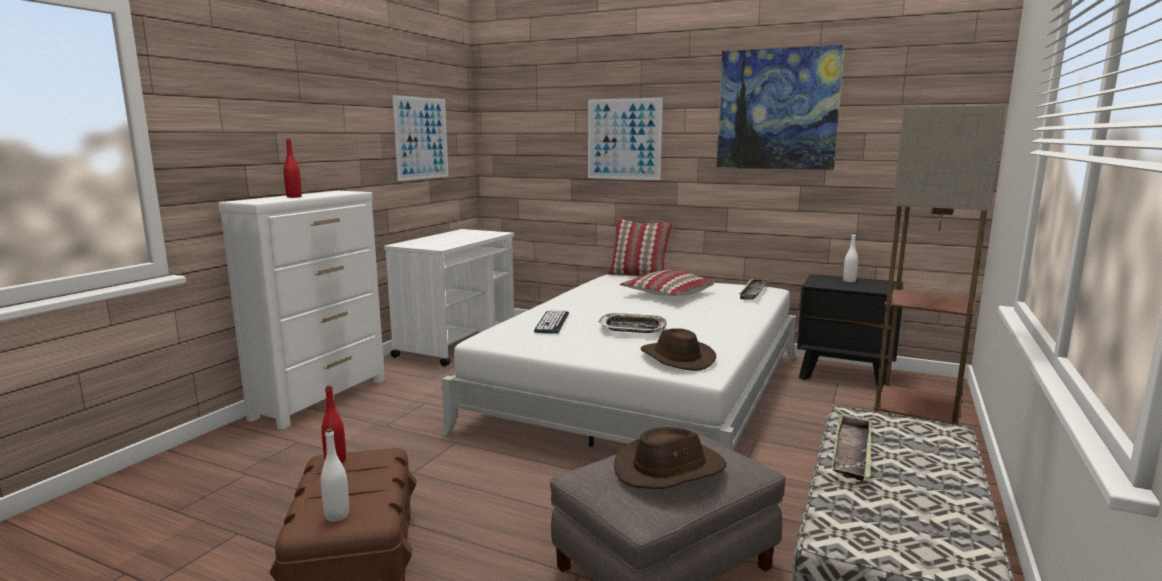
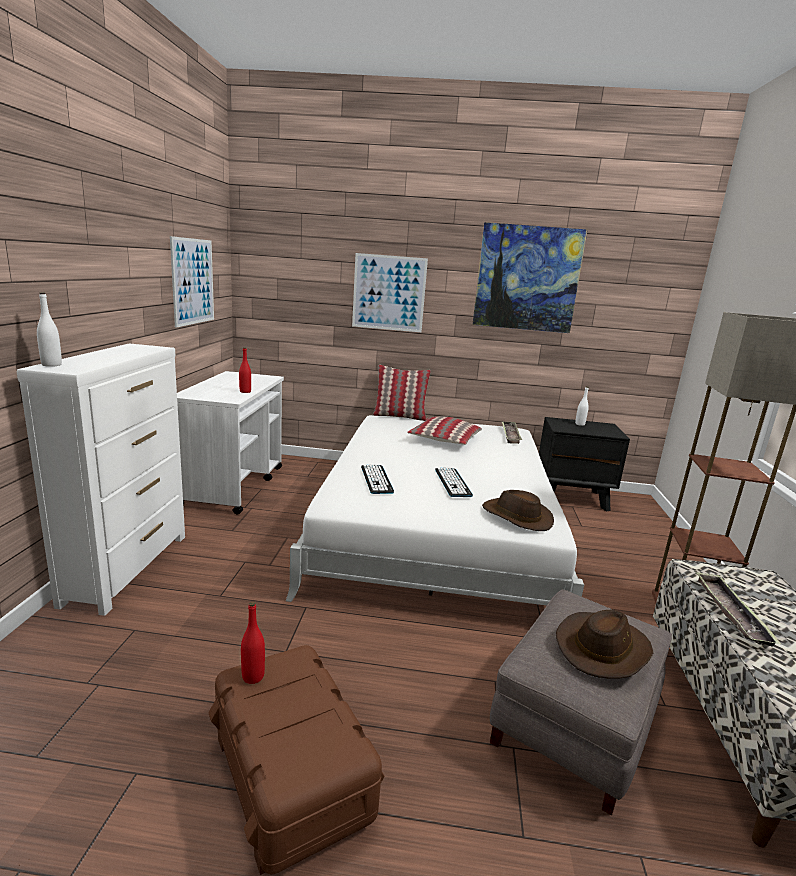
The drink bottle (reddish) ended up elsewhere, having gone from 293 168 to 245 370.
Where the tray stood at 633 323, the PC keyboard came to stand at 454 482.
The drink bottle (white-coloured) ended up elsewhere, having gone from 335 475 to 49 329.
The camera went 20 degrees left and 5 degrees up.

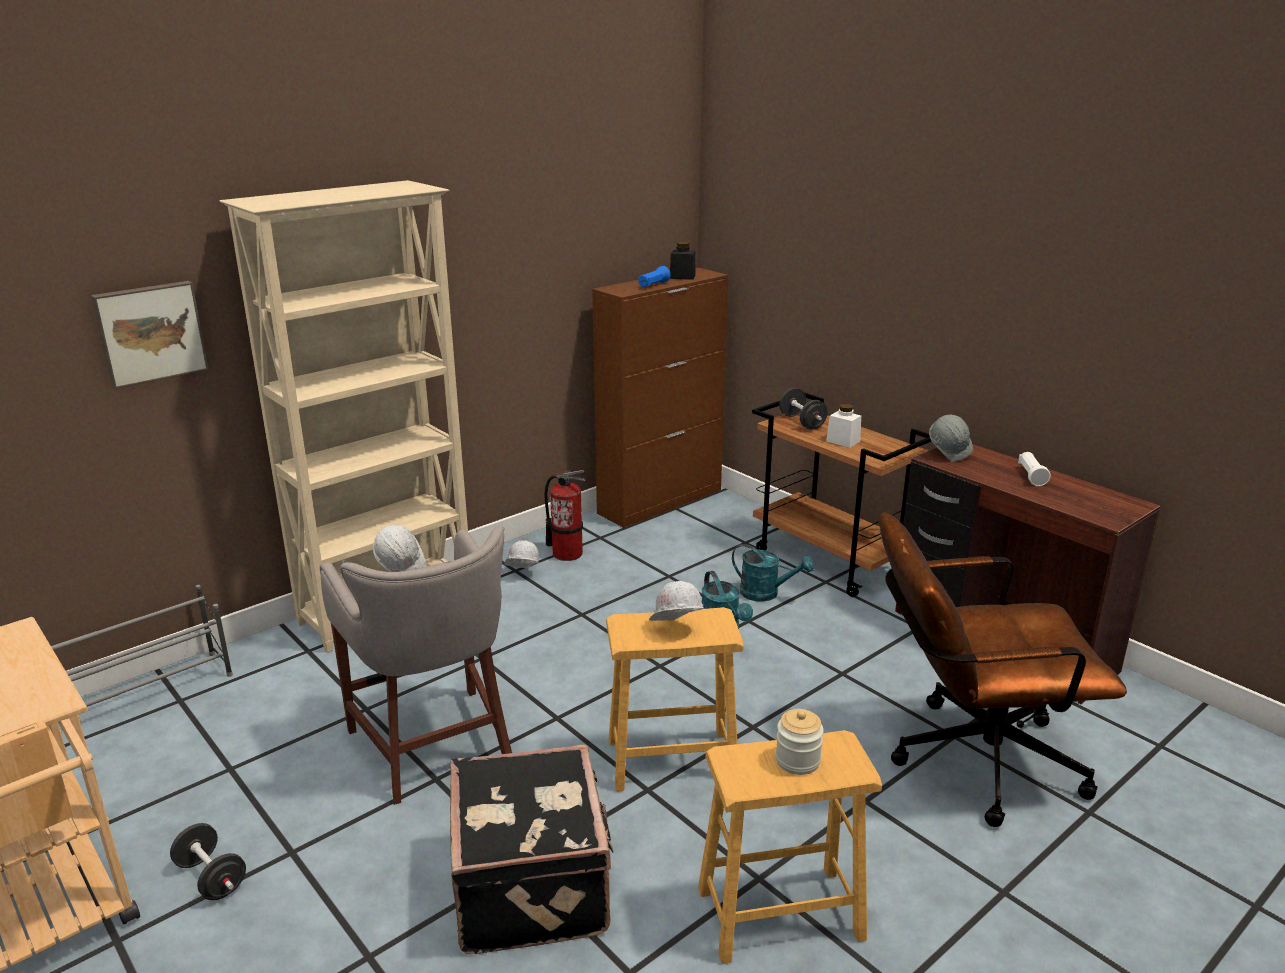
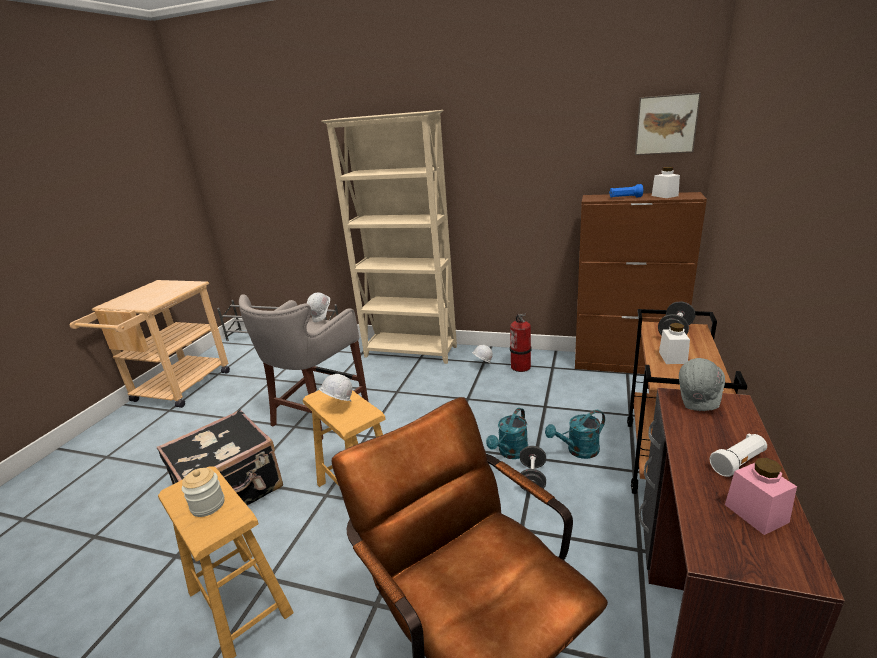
What was the jar (blackish) at 683 261 turned into the jar (white-coloured) at 666 182.
The wall picture ended up elsewhere, having gone from 150 335 to 668 124.
The sprinkling can (blue-green) at 773 573 ended up facing another way, 75 degrees clockwise from before.
The free weight (blackish) ended up elsewhere, having gone from 208 861 to 533 469.
The second view gained the jar (pink) at 761 496.
The camera went 60 degrees right and 0 degrees up.

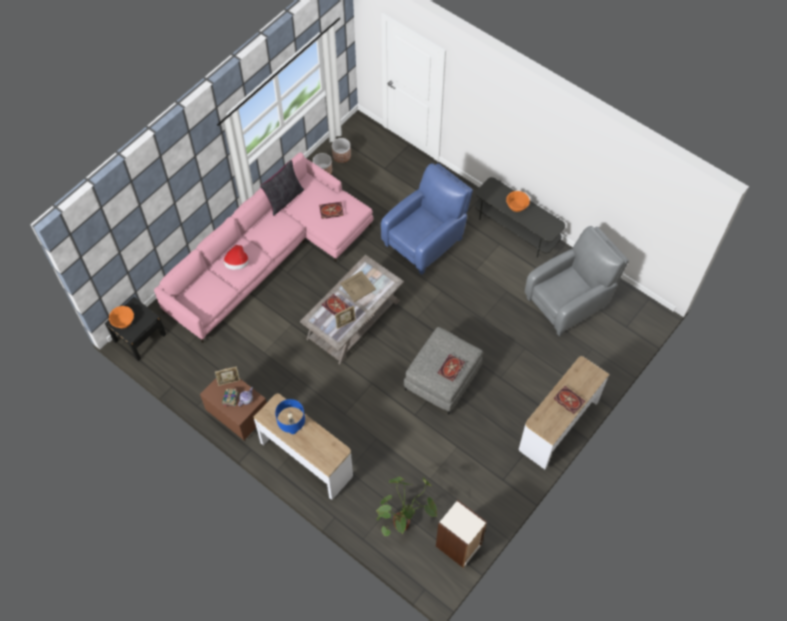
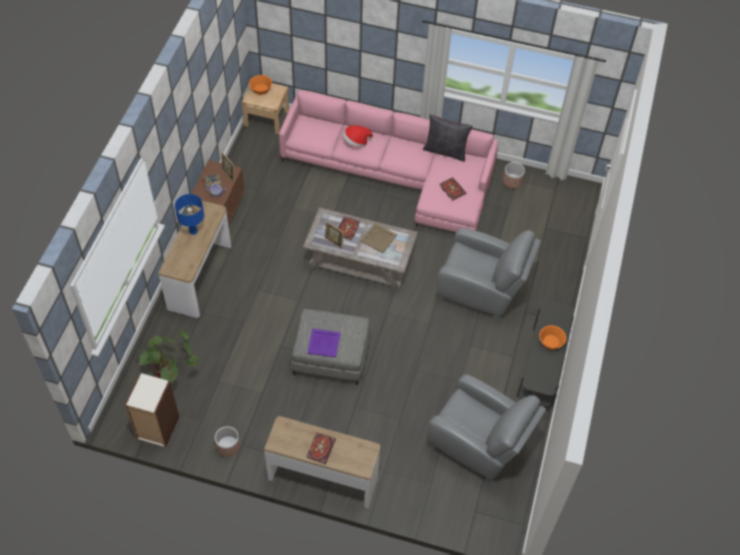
The plant pot ended up elsewhere, having gone from 341 150 to 227 441.
What was the armchair (blue-coloured) at 427 219 turned into the armchair (gray) at 488 275.
What was the nightstand (blackish) at 135 329 turned into the nightstand (beige-coloured) at 265 108.
Where the book stood at 451 368, the tray (purple-coloured) came to stand at 324 343.
The camera went 65 degrees right and 5 degrees down.

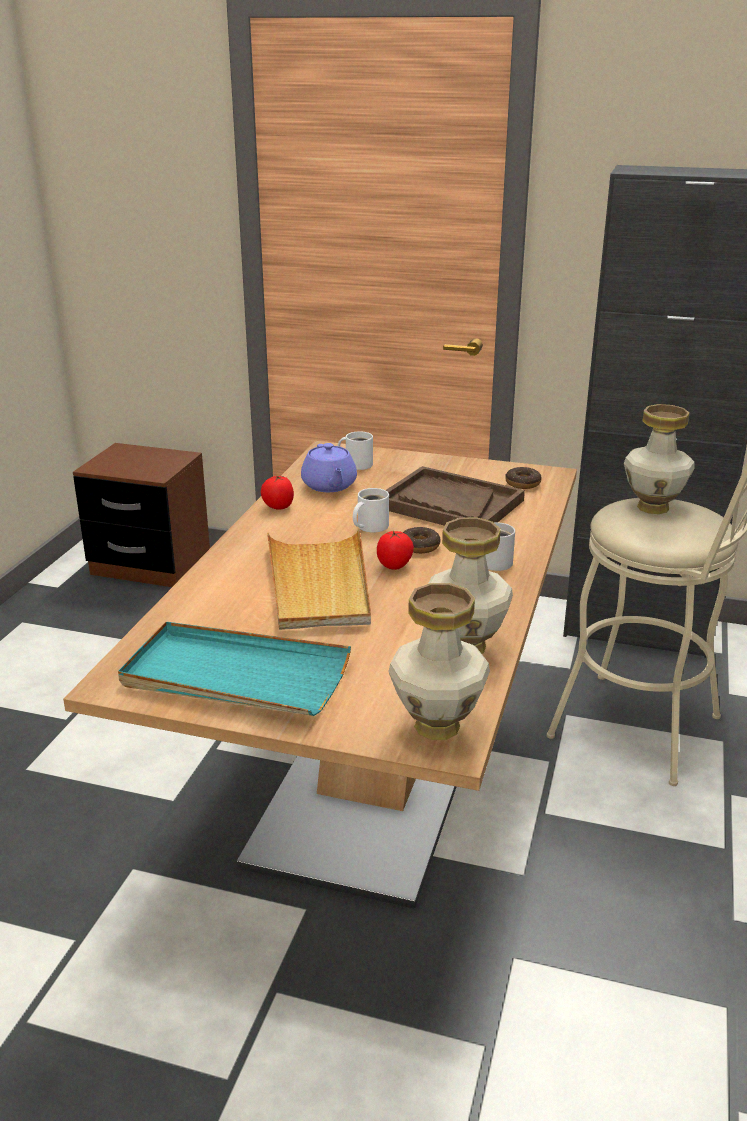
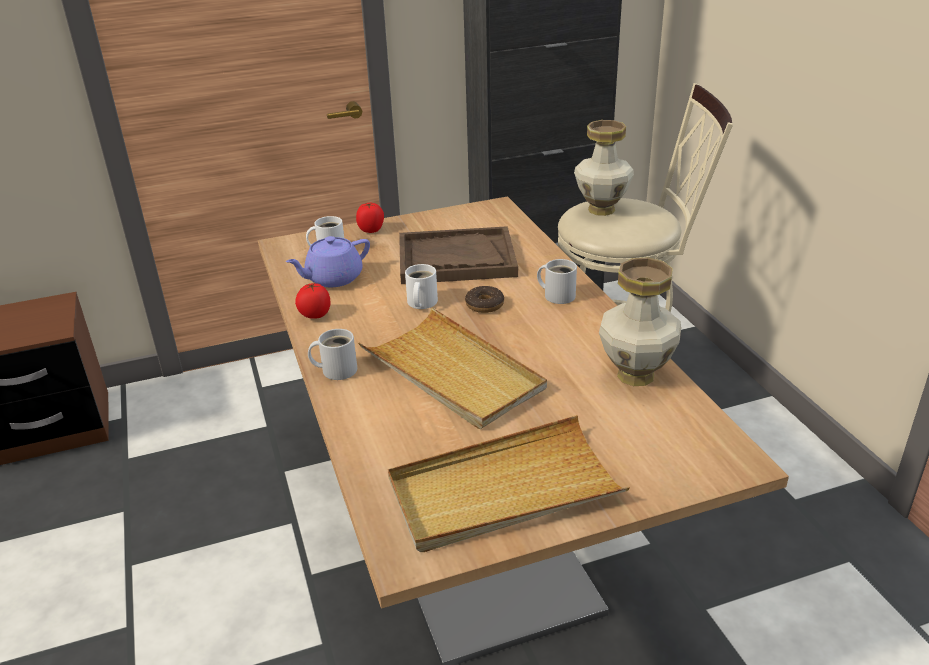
The pot for tea (purple-coloured) at 329 467 ended up facing another way, 105 degrees clockwise from before.
The second view lost the donut at 523 478.
The whole tomato ended up elsewhere, having gone from 395 550 to 370 218.
The second view lost the vase at 439 661.
What was the tray (blue-green) at 234 669 turned into the tray (beige-coloured) at 509 483.
The second view gained the mug (white-coloured) at 332 354.
The camera went 35 degrees left and 5 degrees up.

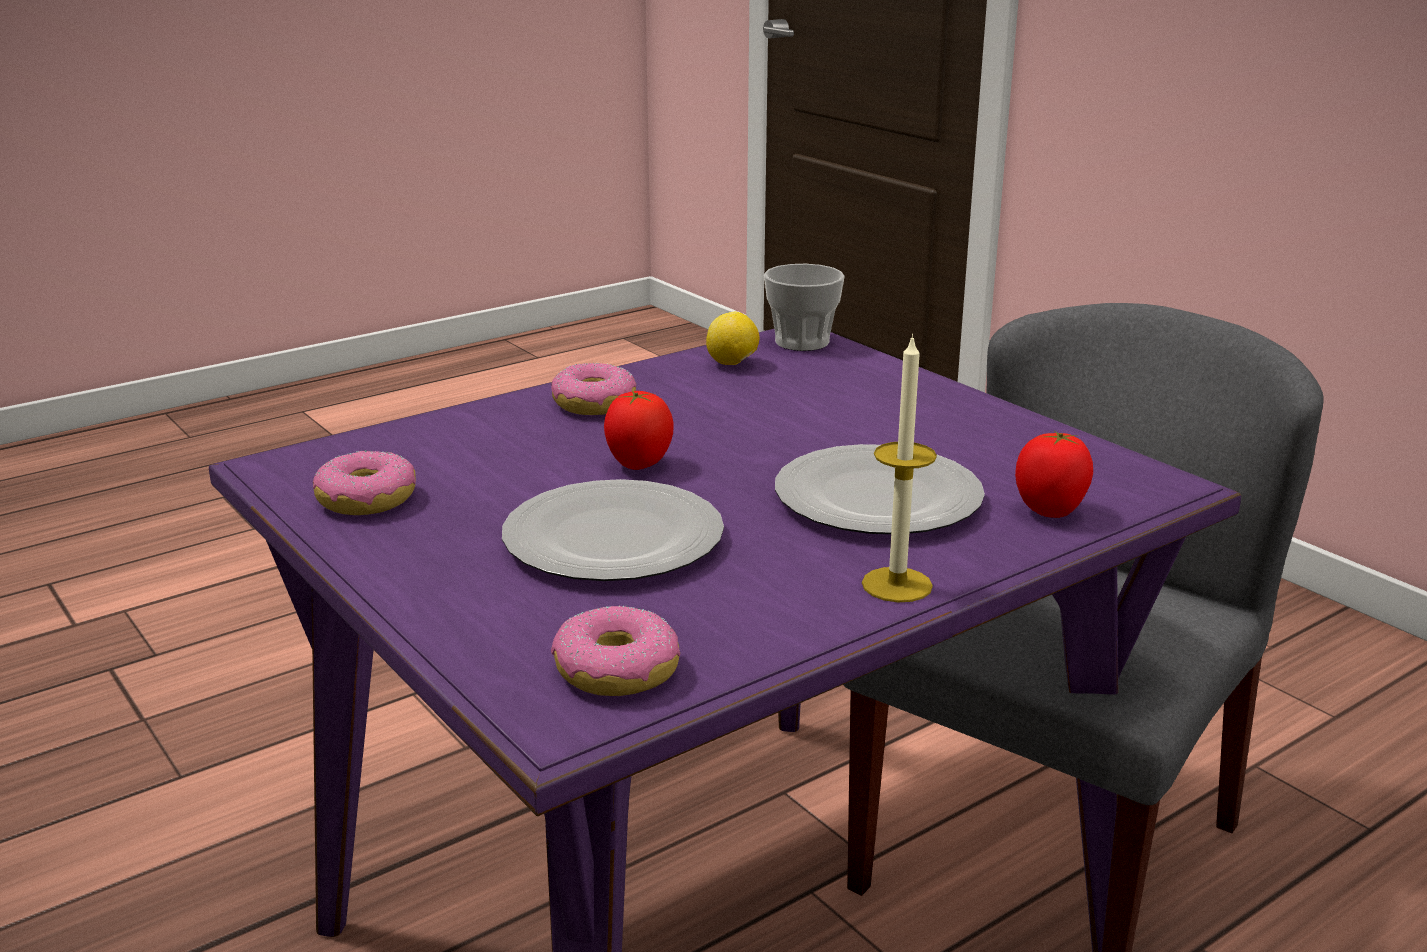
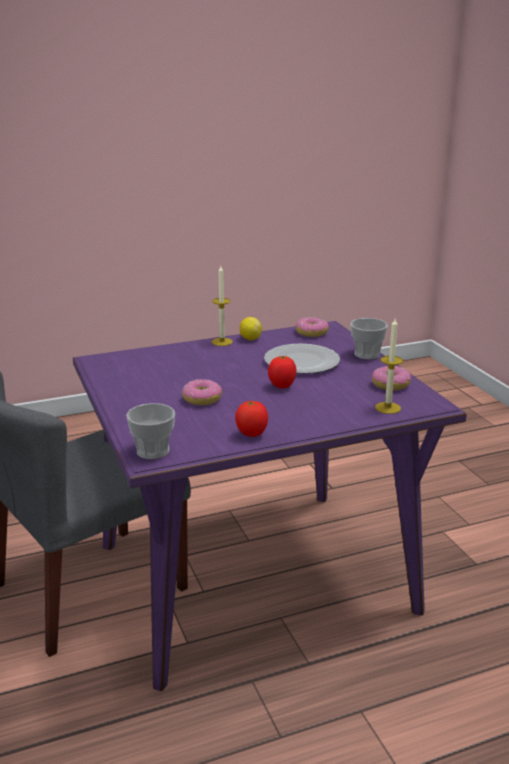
The whole lemon ended up elsewhere, having gone from 732 338 to 251 328.
The donut ended up elsewhere, having gone from 593 388 to 202 392.
The whole tomato ended up elsewhere, having gone from 1054 474 to 251 418.
The second view lost the plate at 880 489.
The second view gained the small cup at 369 339.
The second view gained the candle at 389 366.
The camera went 165 degrees left and 0 degrees up.

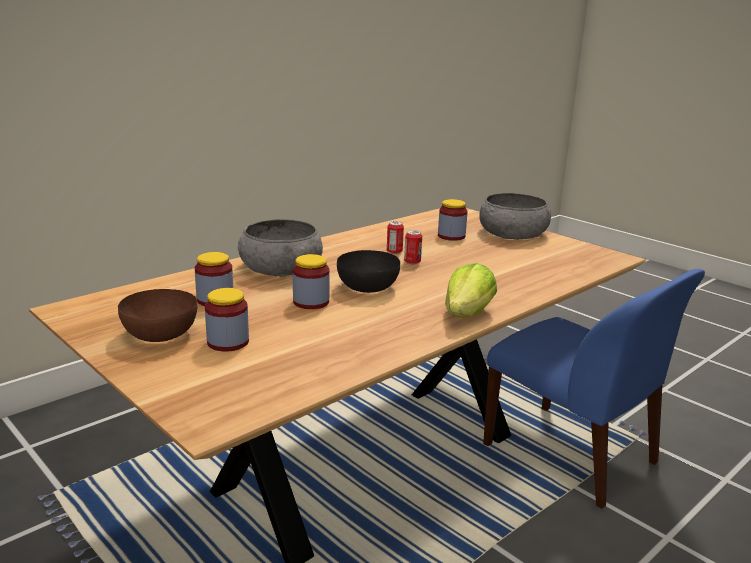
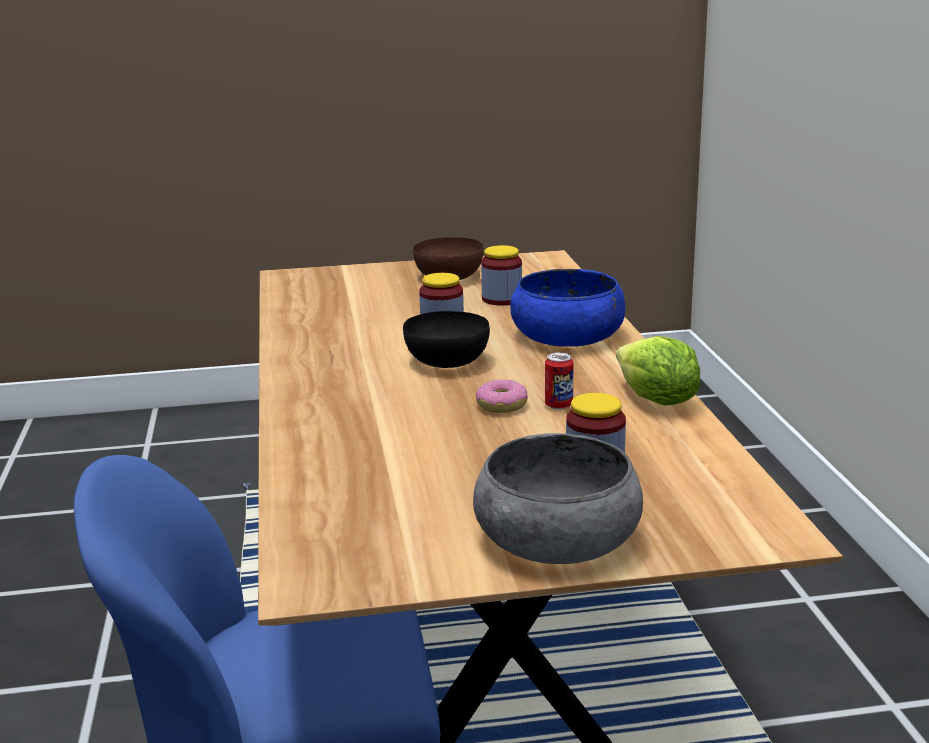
What was the deep dish (gray) at 280 248 turned into the deep dish (blue-coloured) at 567 308.
Where the sealed can stood at 413 247, the donut came to stand at 502 396.
The lettuce ended up elsewhere, having gone from 471 290 to 658 371.
The second view lost the jar at 227 320.
The camera went 125 degrees right and 0 degrees up.

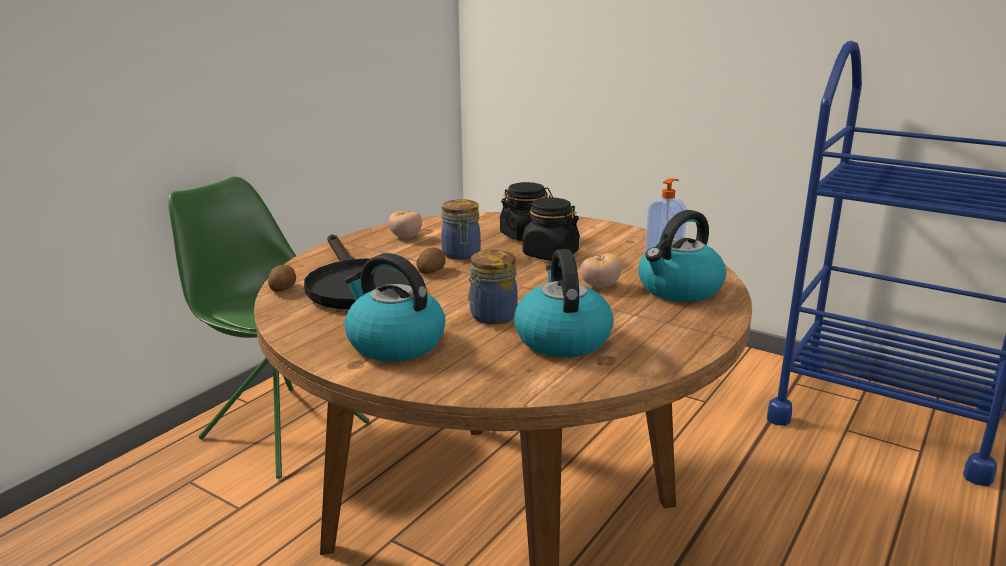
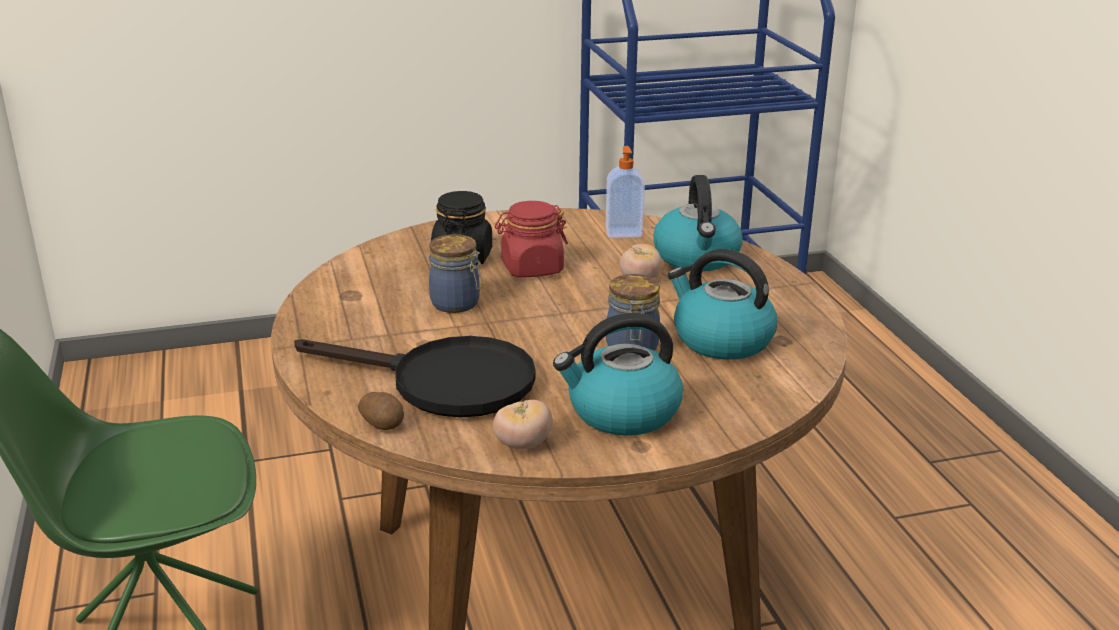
What was the jar (blackish) at 551 229 turned into the jar (reddish) at 531 239.
The whole tomato ended up elsewhere, having gone from 405 224 to 523 425.
The second view lost the whole potato at 431 260.
The camera went 50 degrees left and 5 degrees up.

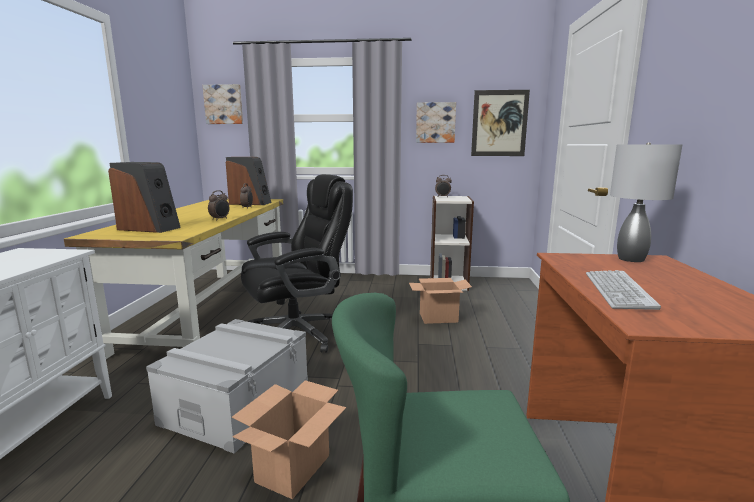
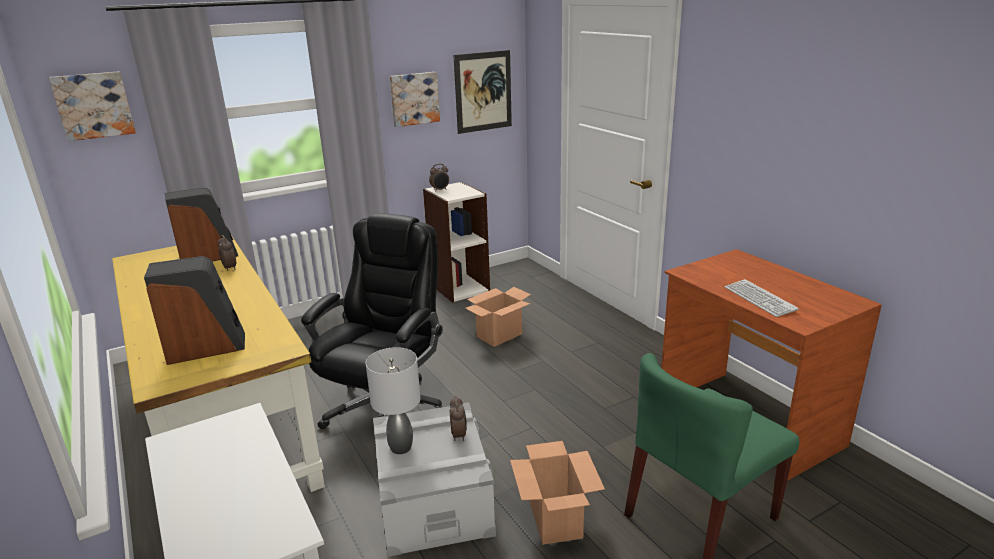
The lamp for a table (gray) ended up elsewhere, having gone from 646 202 to 393 400.
The alarm clock ended up elsewhere, having gone from 218 205 to 458 418.
The camera went 35 degrees left and 10 degrees up.

